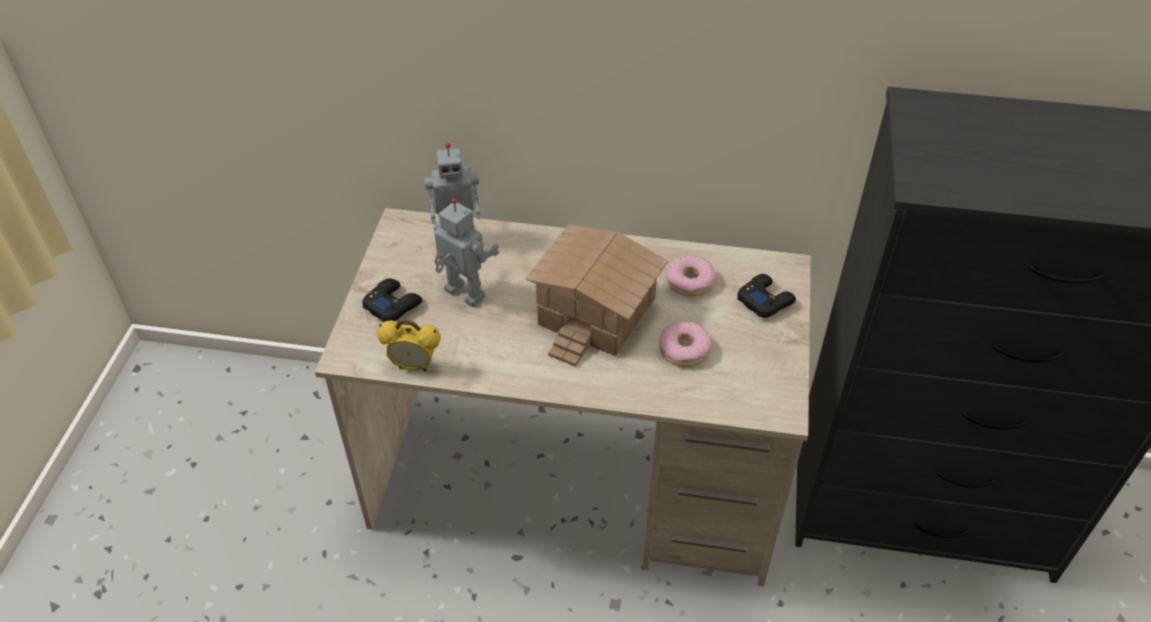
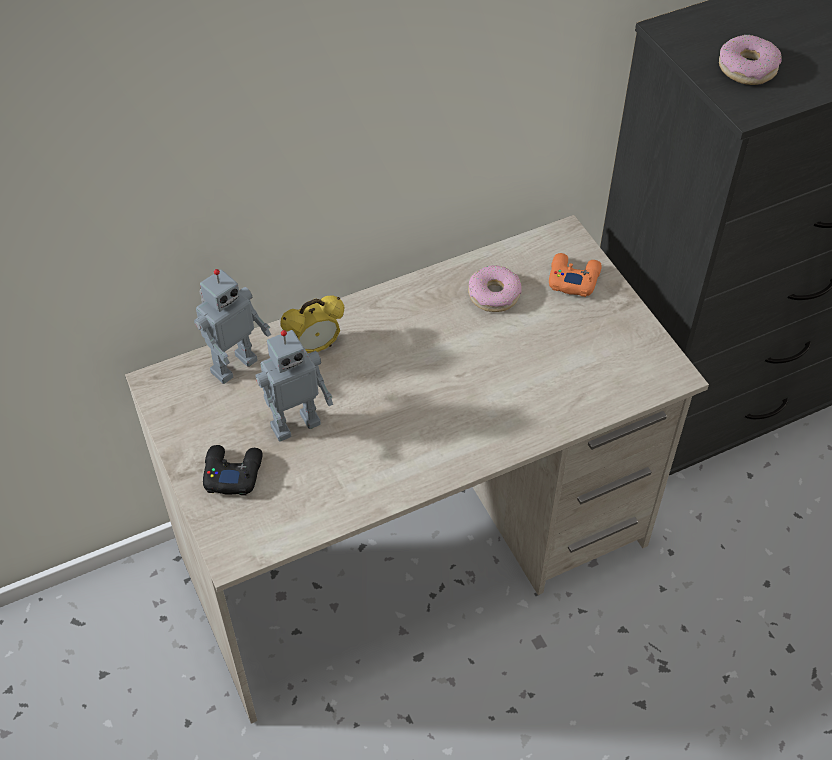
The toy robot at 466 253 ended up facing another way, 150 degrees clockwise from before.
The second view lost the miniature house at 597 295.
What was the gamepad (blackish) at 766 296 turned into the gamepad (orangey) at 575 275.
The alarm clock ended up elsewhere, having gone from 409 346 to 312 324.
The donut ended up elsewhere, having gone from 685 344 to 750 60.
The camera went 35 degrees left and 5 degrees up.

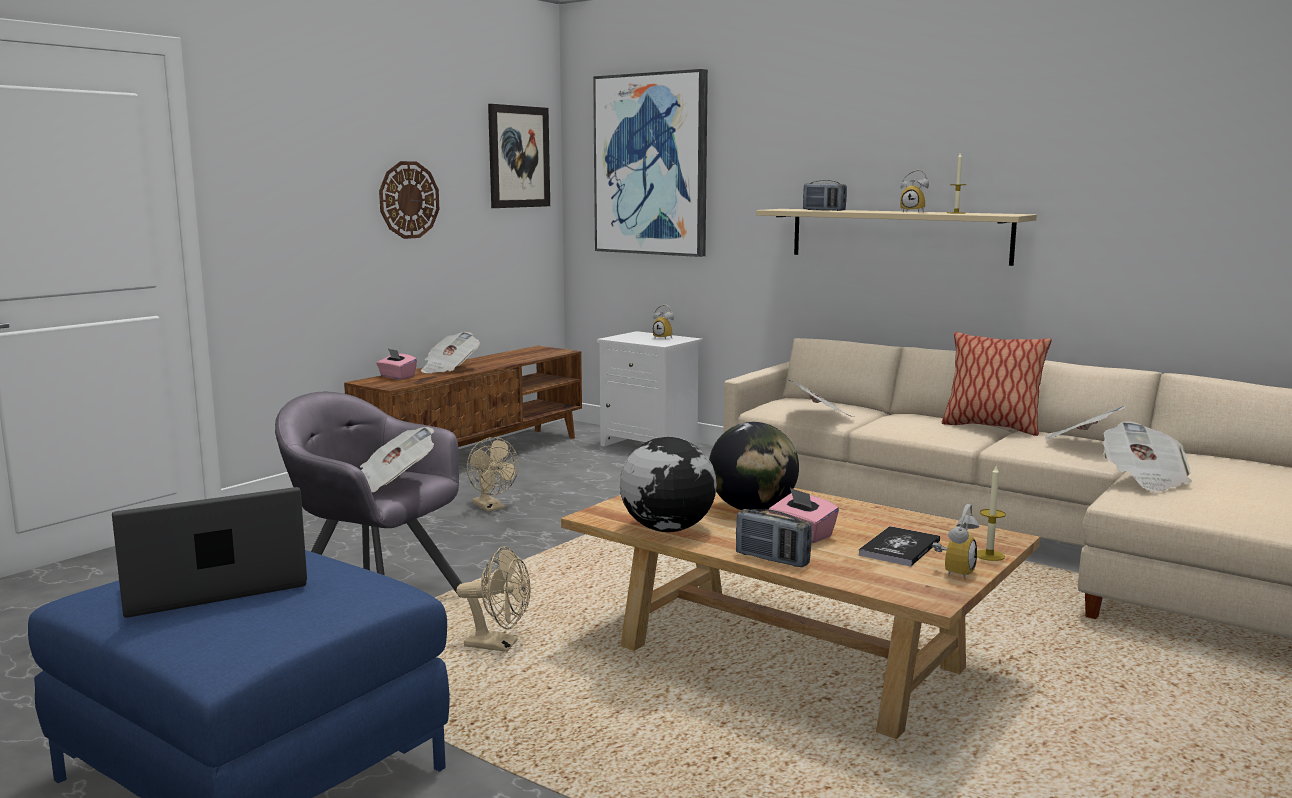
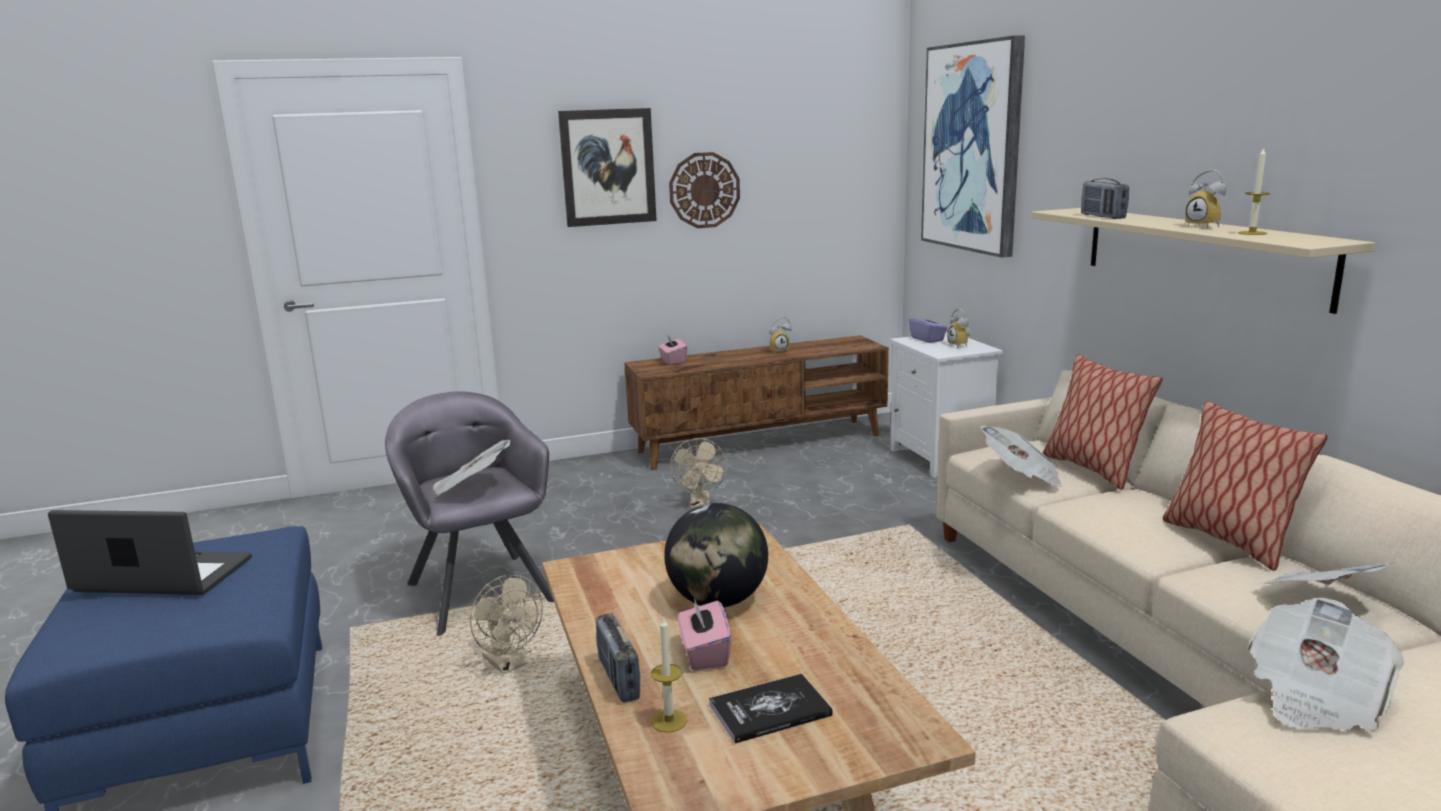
The wall picture ended up elsewhere, having gone from 519 156 to 607 167.
The second view lost the daily paper at 450 352.
The second view lost the globe at 668 484.
The candle ended up elsewhere, having gone from 991 513 to 669 674.
The alarm clock ended up elsewhere, having gone from 955 541 to 780 335.
The second view gained the tissue holder (purple-coloured) at 928 327.
The second view gained the throw pillow at 1103 421.
The camera went 35 degrees right and 5 degrees up.

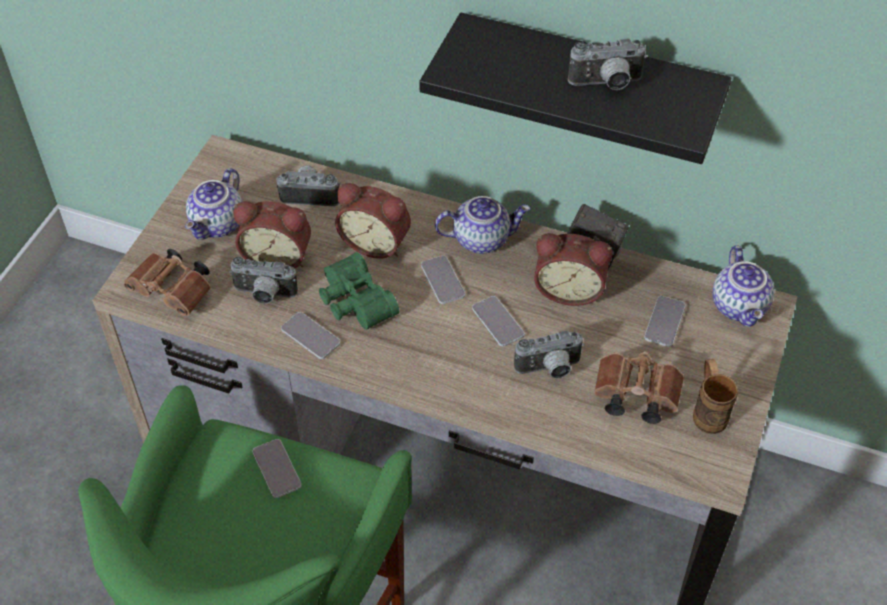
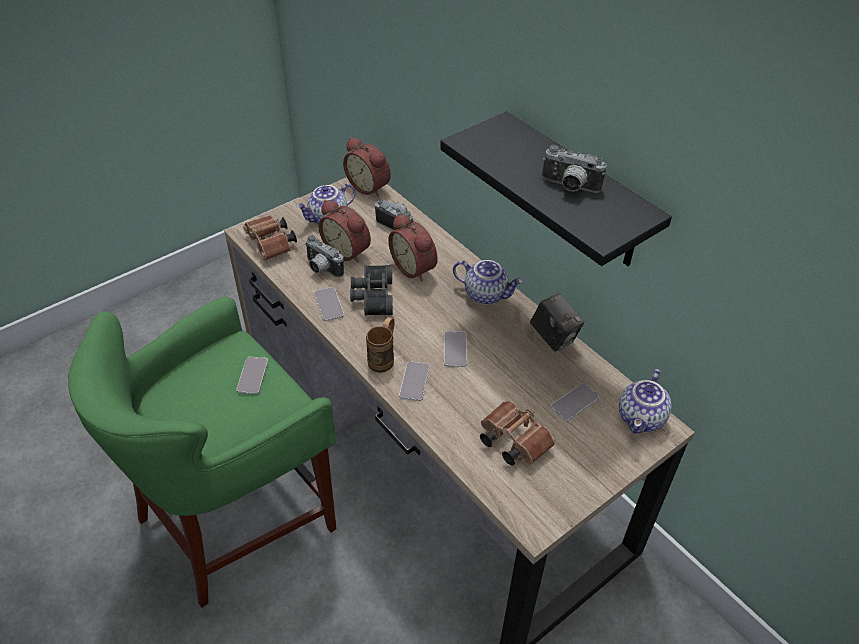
The alarm clock ended up elsewhere, having gone from 573 269 to 367 167.
What was the pair of binoculars (green) at 359 291 turned into the pair of binoculars (blackish) at 371 290.
The telephone ended up elsewhere, having gone from 443 280 to 414 381.
The second view lost the photo camera at 549 354.
The mug (brown) ended up elsewhere, having gone from 715 396 to 380 345.
The camera went 30 degrees right and 5 degrees down.

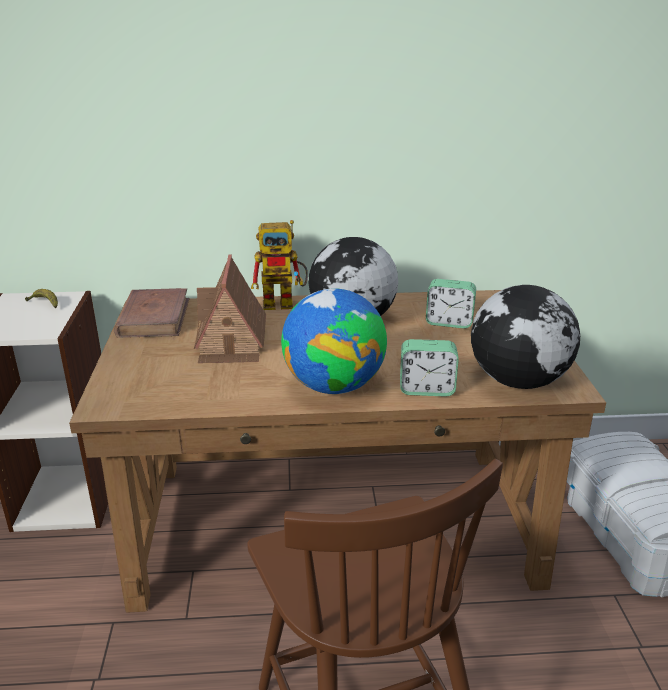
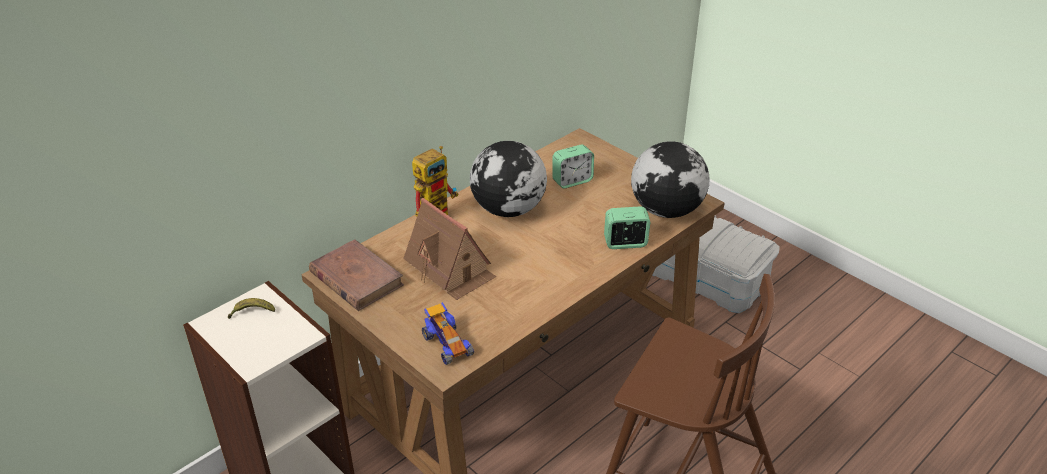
The second view lost the globe at 334 341.
The alarm clock at 429 368 ended up facing another way, 150 degrees counterclockwise from before.
The second view gained the miniature car at 448 333.
The camera went 40 degrees left and 10 degrees up.

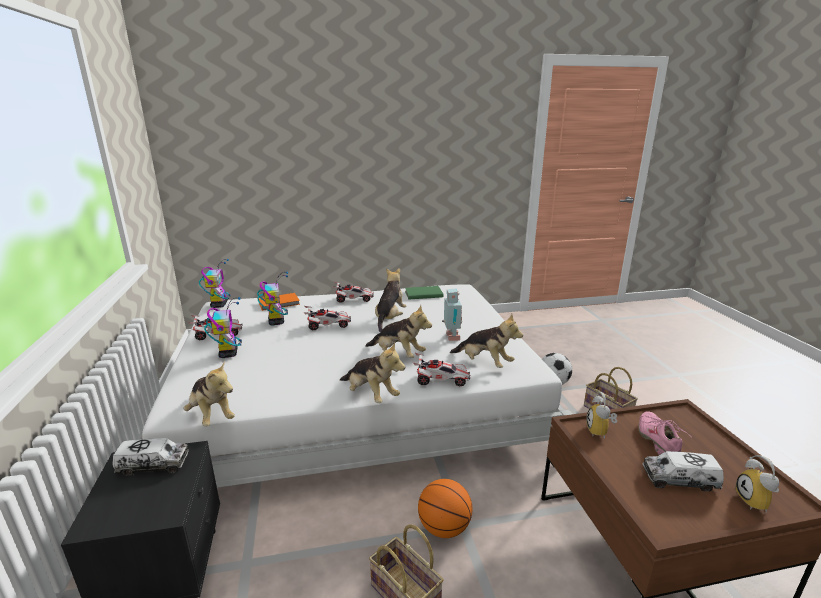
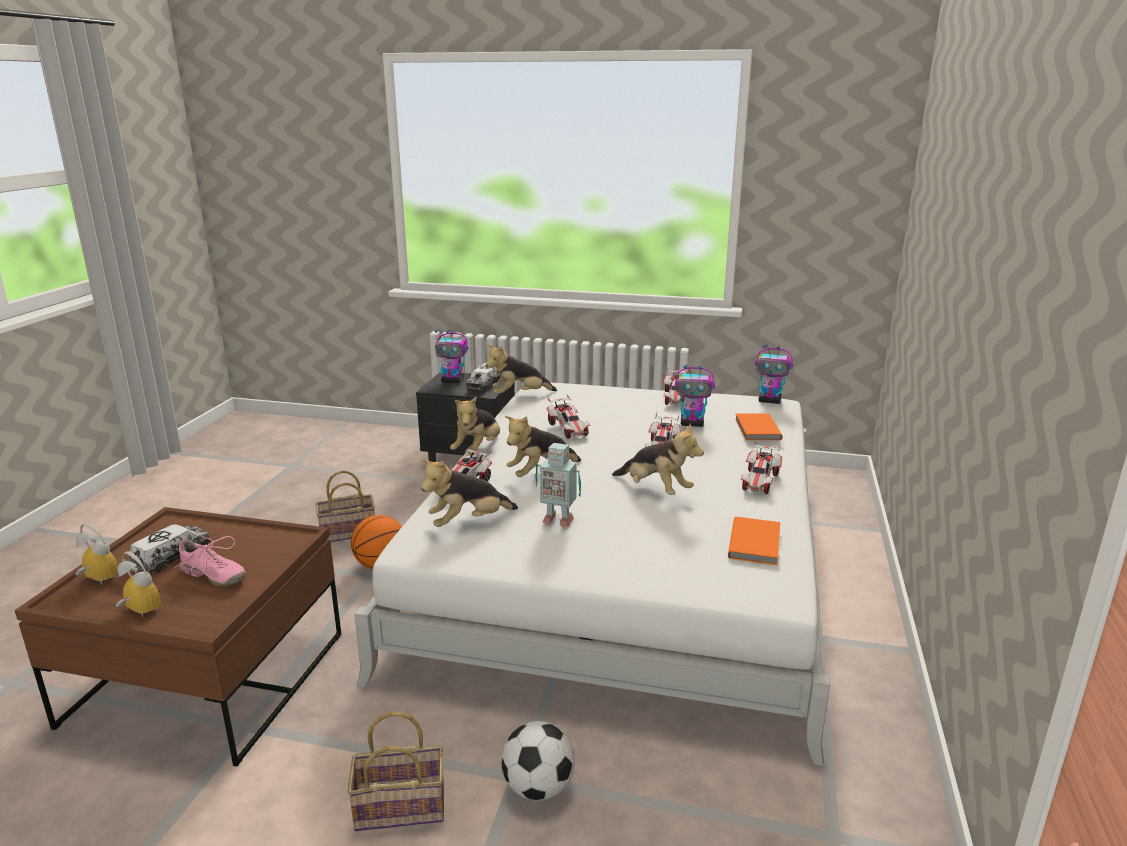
What was the book (green) at 424 293 turned into the book (orangey) at 754 541.
The toy robot ended up elsewhere, having gone from 223 327 to 451 356.
The plush toy at 372 372 ended up facing another way, 45 degrees counterclockwise from before.
The alarm clock ended up elsewhere, having gone from 601 415 to 138 584.
The second view gained the miniature car at 568 417.
The camera went 115 degrees right and 0 degrees up.

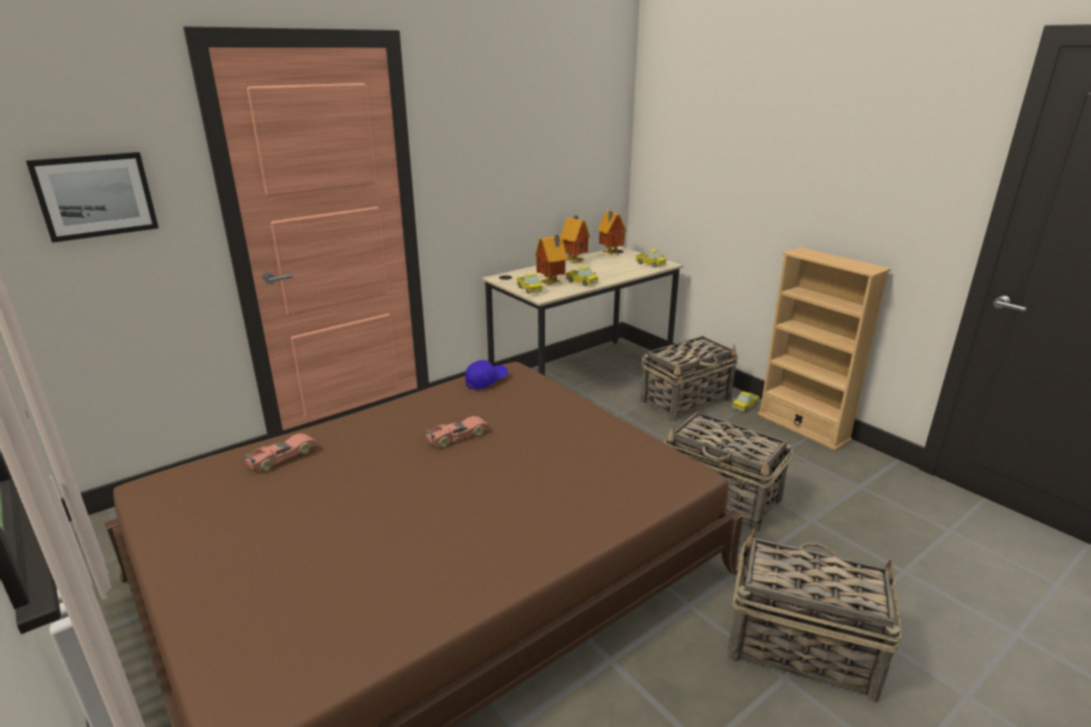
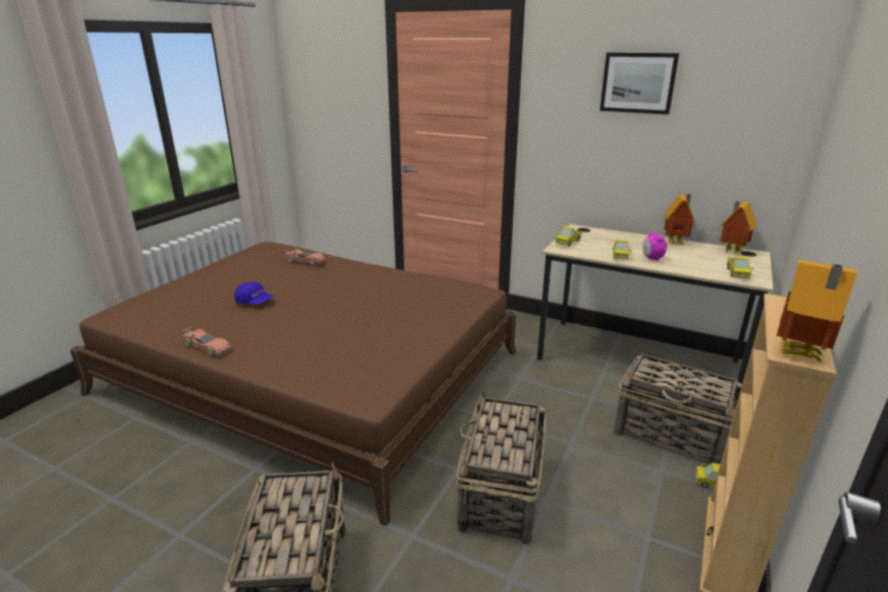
The wall picture ended up elsewhere, having gone from 92 197 to 639 84.
The miniature house ended up elsewhere, having gone from 551 260 to 817 312.
The baseball cap (blue-coloured) ended up elsewhere, having gone from 486 375 to 254 293.
The miniature car ended up elsewhere, having gone from 457 431 to 207 341.
The second view gained the alarm clock at 655 246.
The camera went 65 degrees right and 0 degrees up.

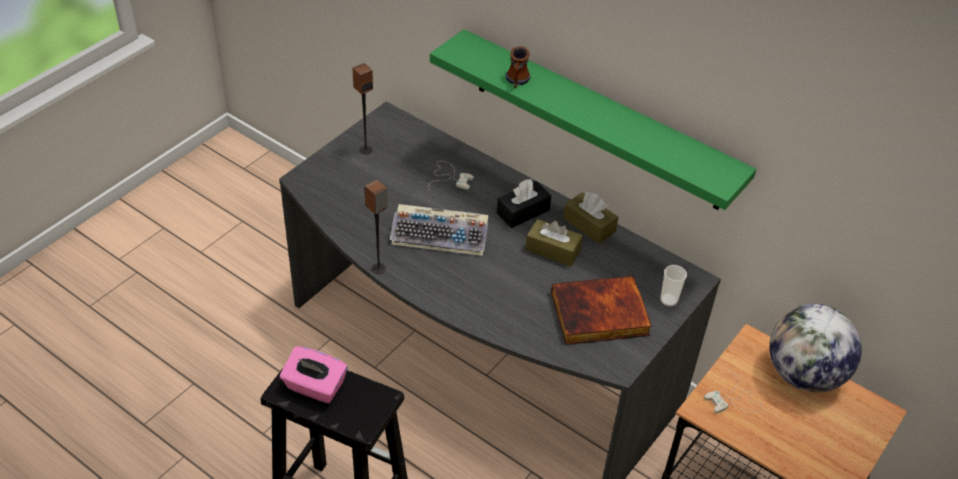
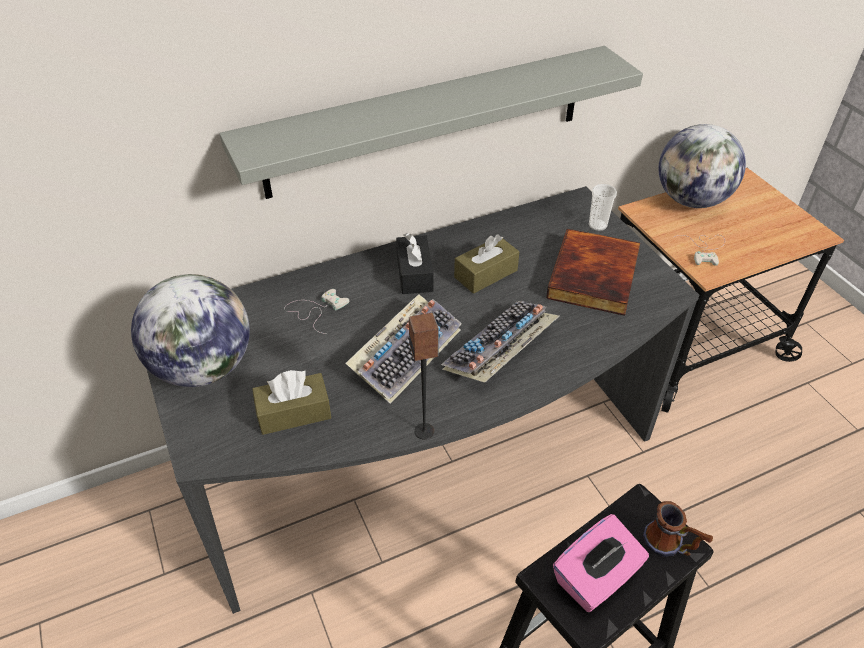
What was the shelf (green) at 593 119 turned into the shelf (gray) at 431 122.
The mug ended up elsewhere, having gone from 518 67 to 678 529.
Where the loudspeaker stood at 362 108, the globe came to stand at 190 330.
The tissue holder (brown) ended up elsewhere, having gone from 590 218 to 291 402.
The second view gained the PC keyboard at 500 341.
The camera went 60 degrees left and 0 degrees up.

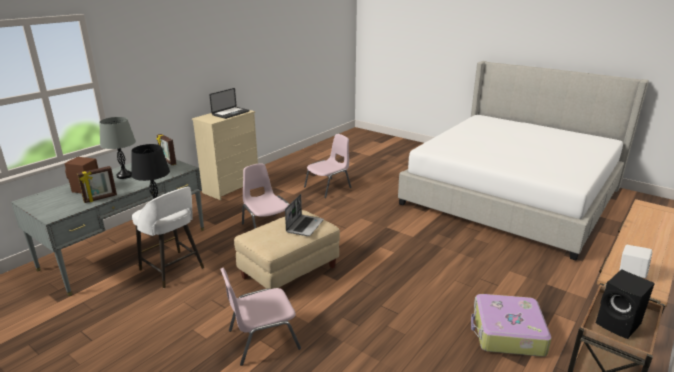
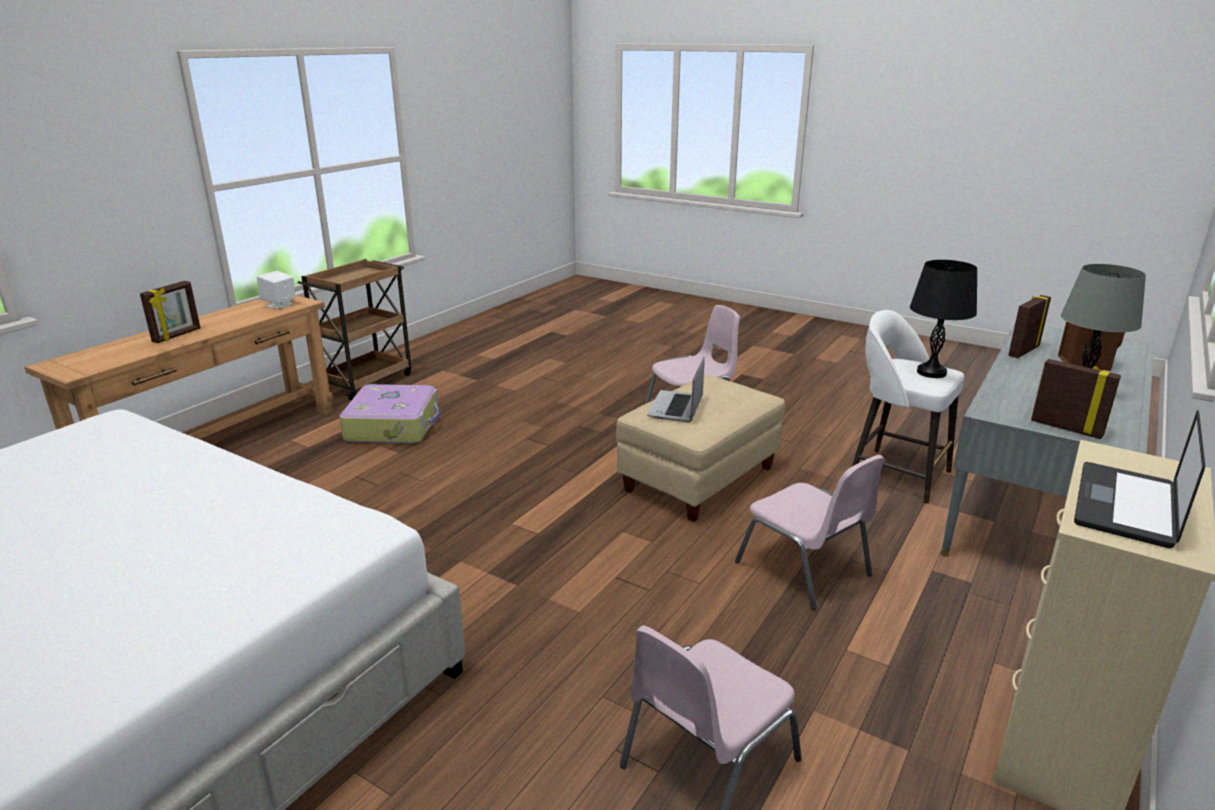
The second view lost the loudspeaker (blackish) at 625 304.
The second view gained the photo frame at 170 312.
The camera went 175 degrees right and 0 degrees up.

